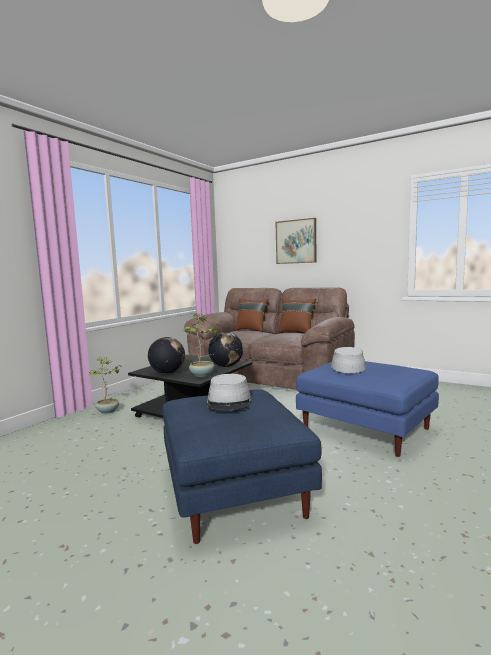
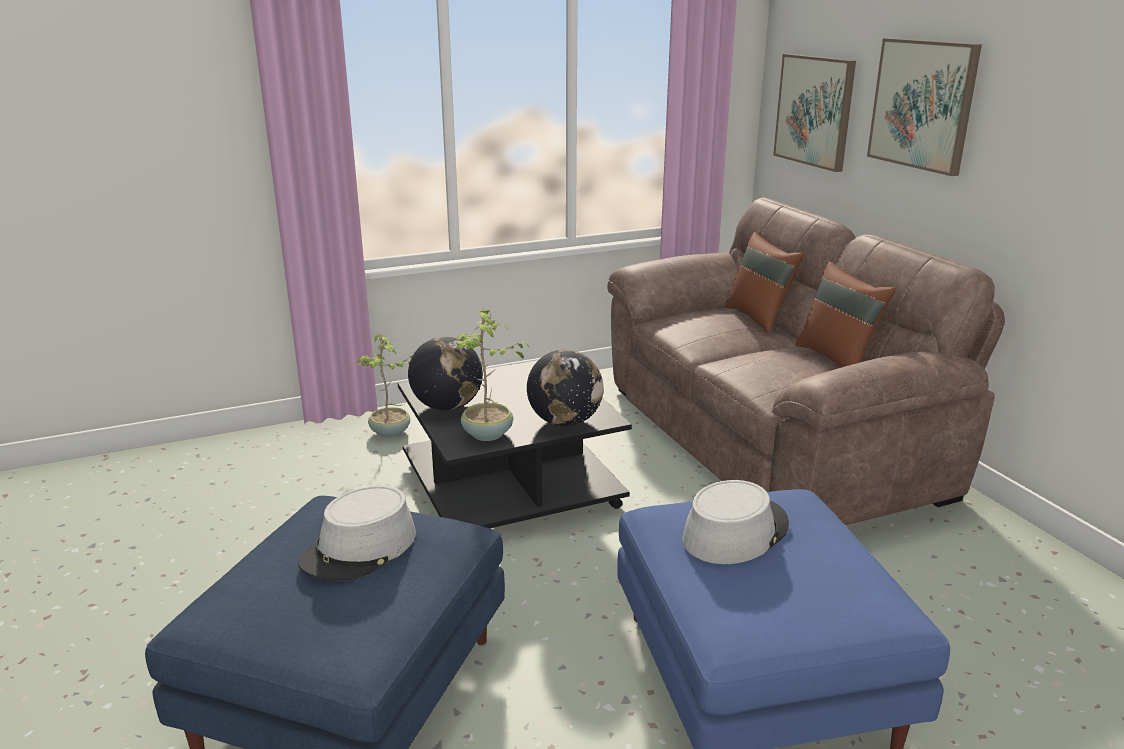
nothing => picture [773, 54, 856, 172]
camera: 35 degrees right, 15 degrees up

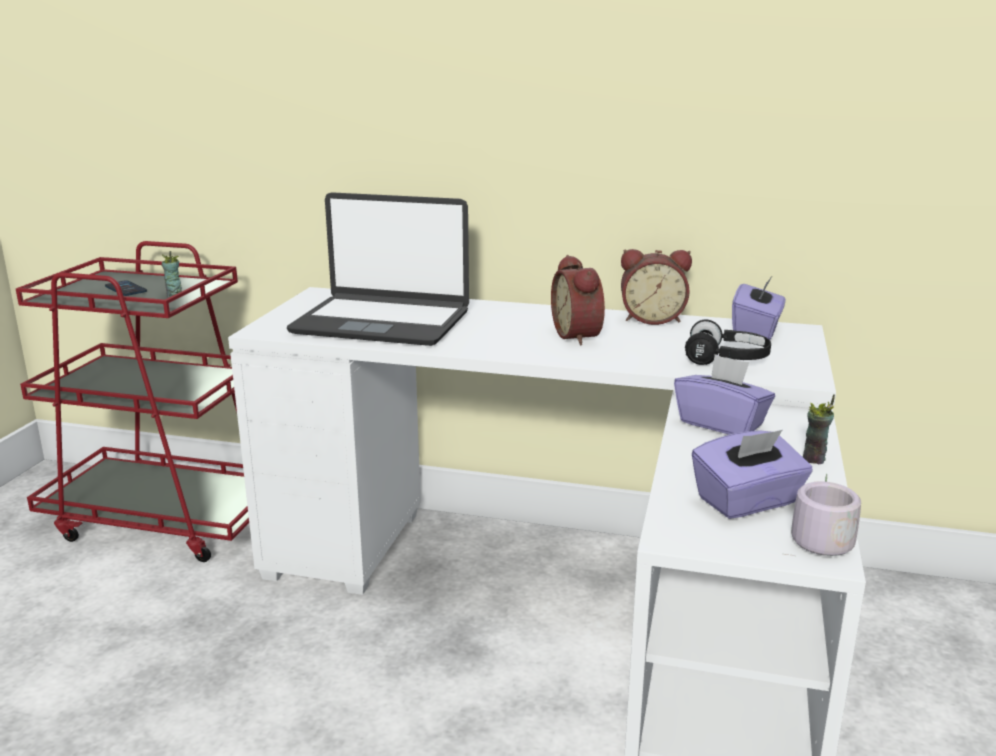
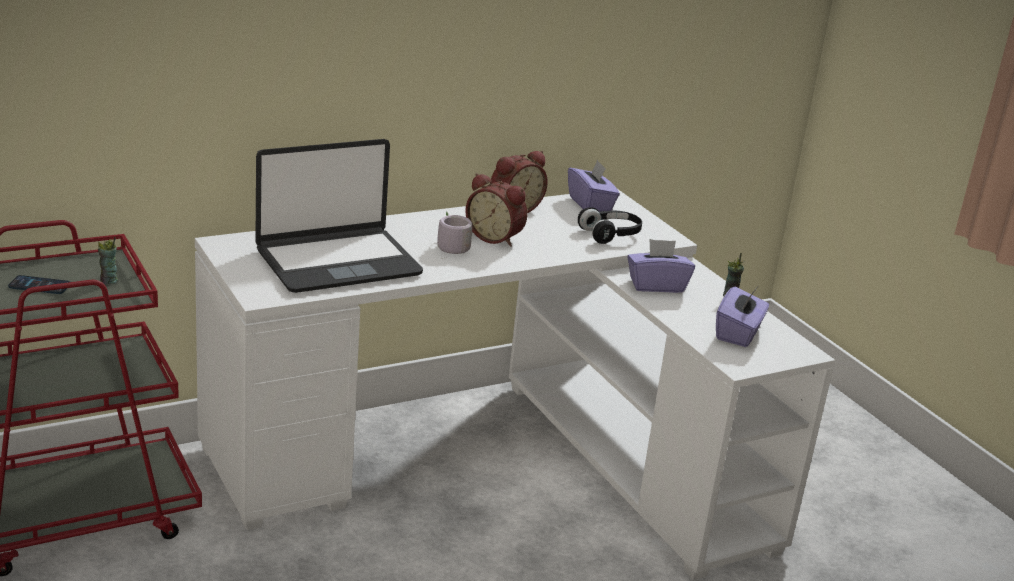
mug (grey) [782, 474, 861, 556] => mug (grey) [437, 211, 472, 258], relocated
camera: 45 degrees left, 5 degrees up

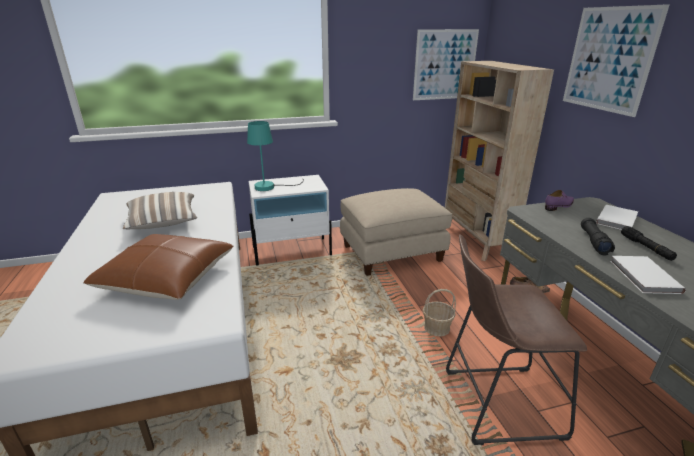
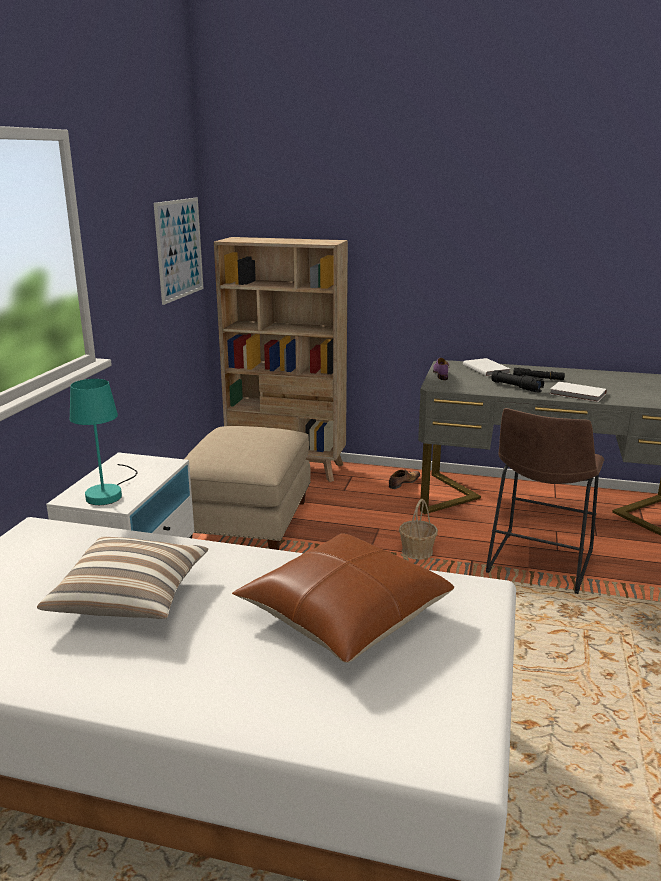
picture [563, 4, 670, 117] => nothing
camera: 60 degrees left, 5 degrees down

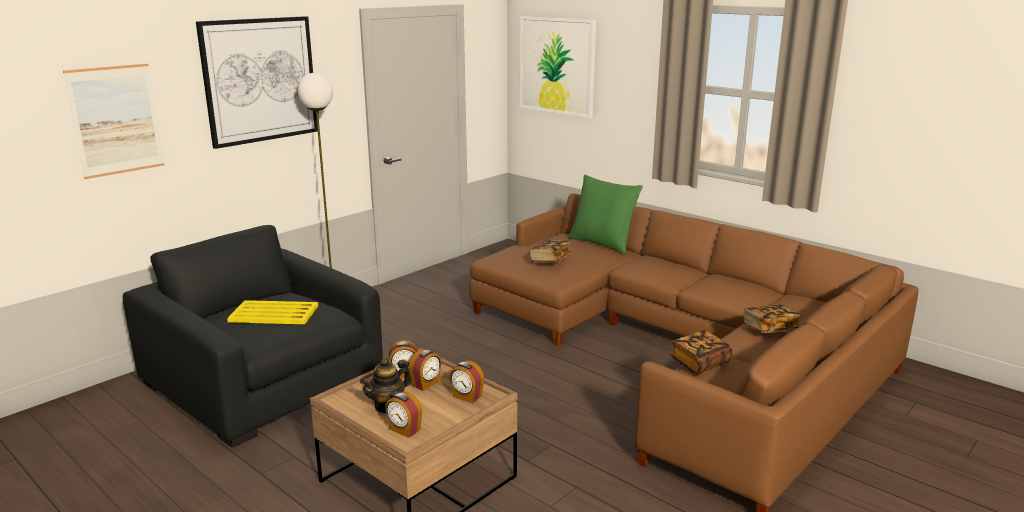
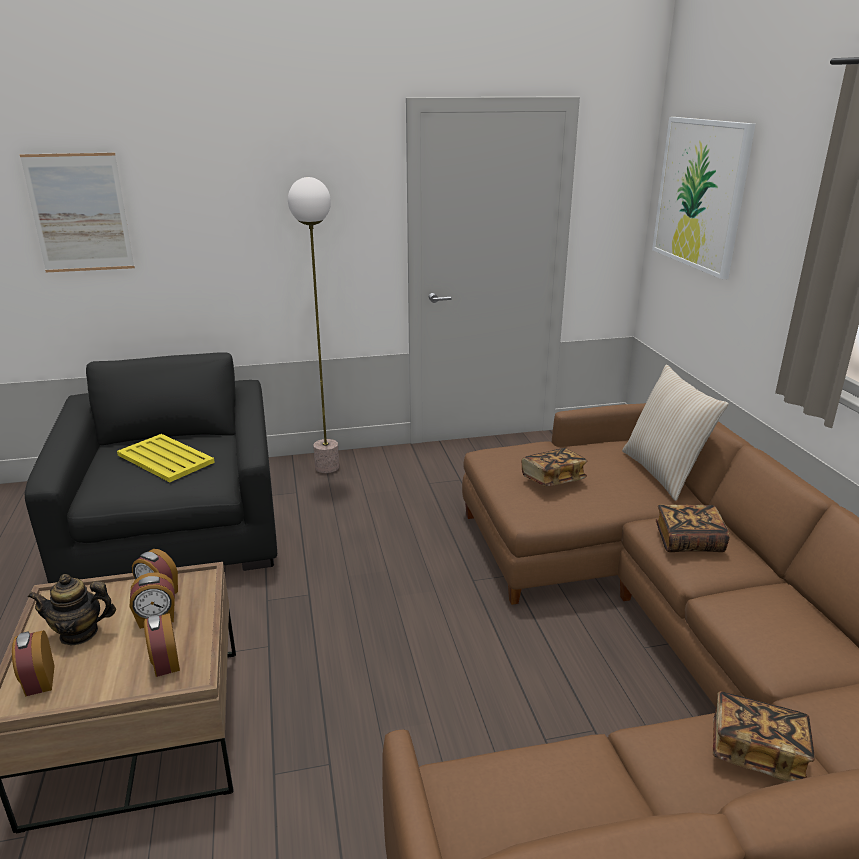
picture [196, 16, 318, 149] => nothing
book [670, 330, 732, 375] => book [656, 505, 730, 552], relocated
pillow (green) [568, 175, 643, 254] => pillow (beige) [622, 365, 729, 501]
camera: 35 degrees right, 5 degrees up

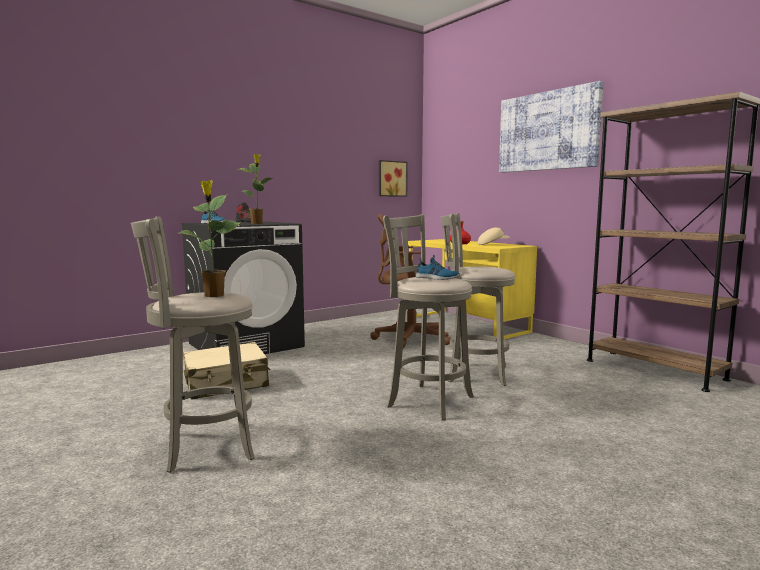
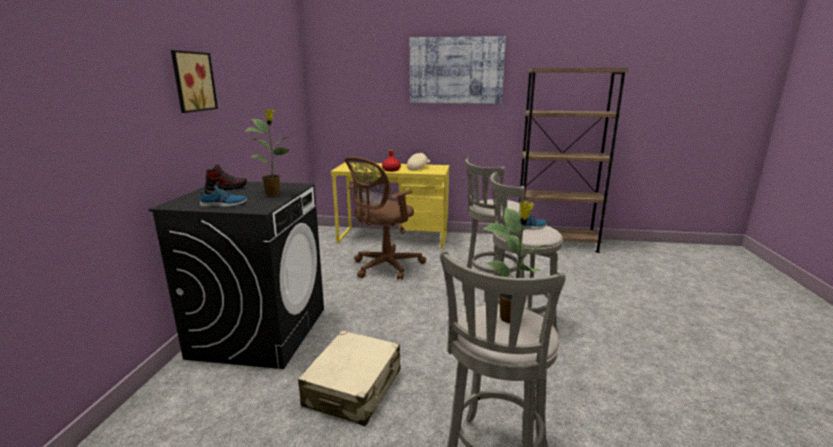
picture [379, 160, 408, 197] => picture [171, 50, 218, 113], relocated
camera: 45 degrees left, 10 degrees up

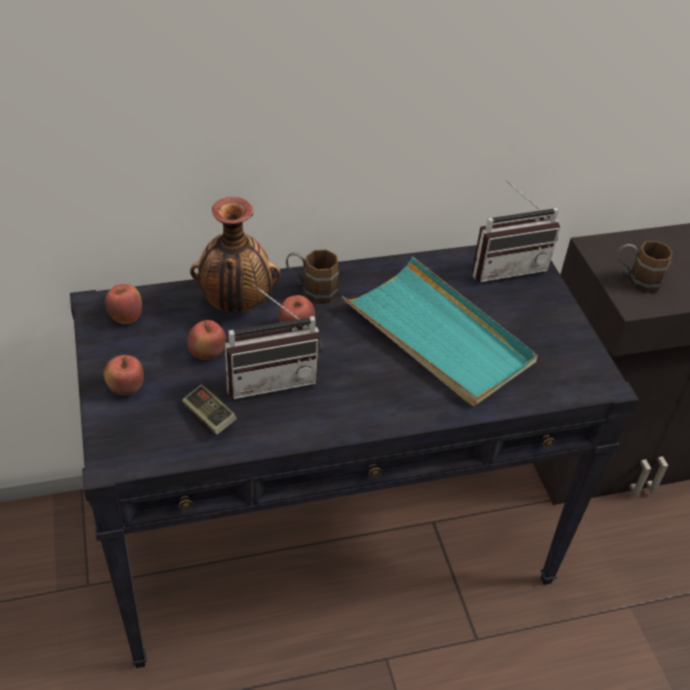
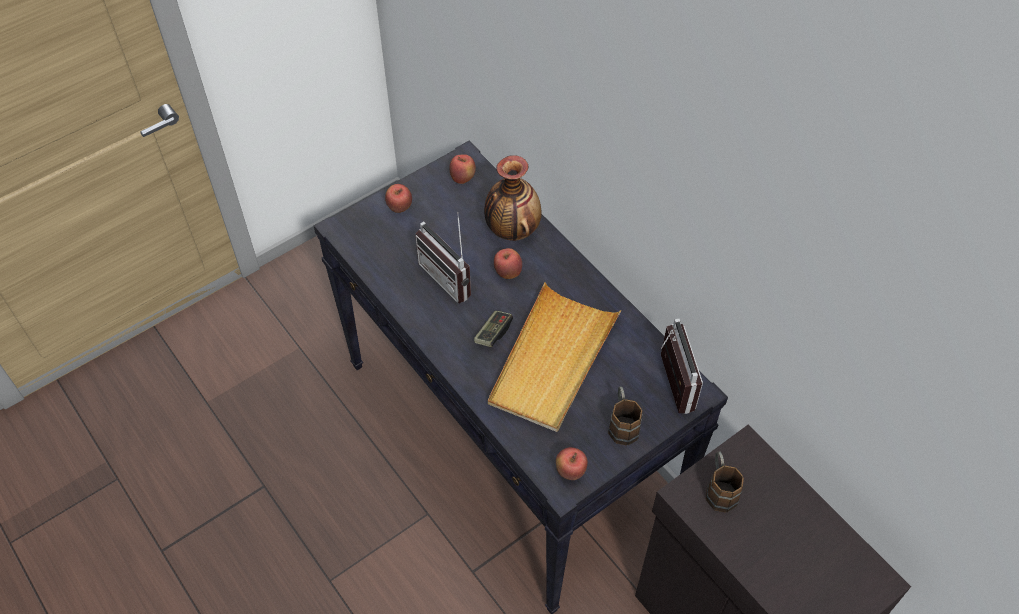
game controller [182, 384, 237, 435] => game controller [474, 311, 513, 347], relocated
apple [187, 320, 226, 360] => apple [556, 447, 588, 480], relocated
mug (brown) [286, 250, 339, 304] => mug (brown) [608, 386, 642, 446], relocated
tray (turquoise) [342, 256, 538, 406] => tray (beige) [488, 282, 621, 432]
radio [472, 180, 560, 282] => radio [661, 319, 703, 414], 150 degrees counterclockwise
camera: 70 degrees right, 10 degrees up

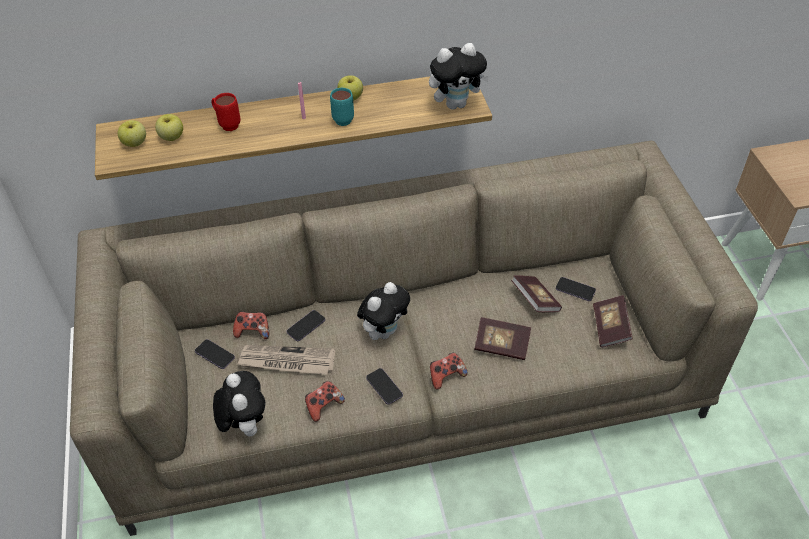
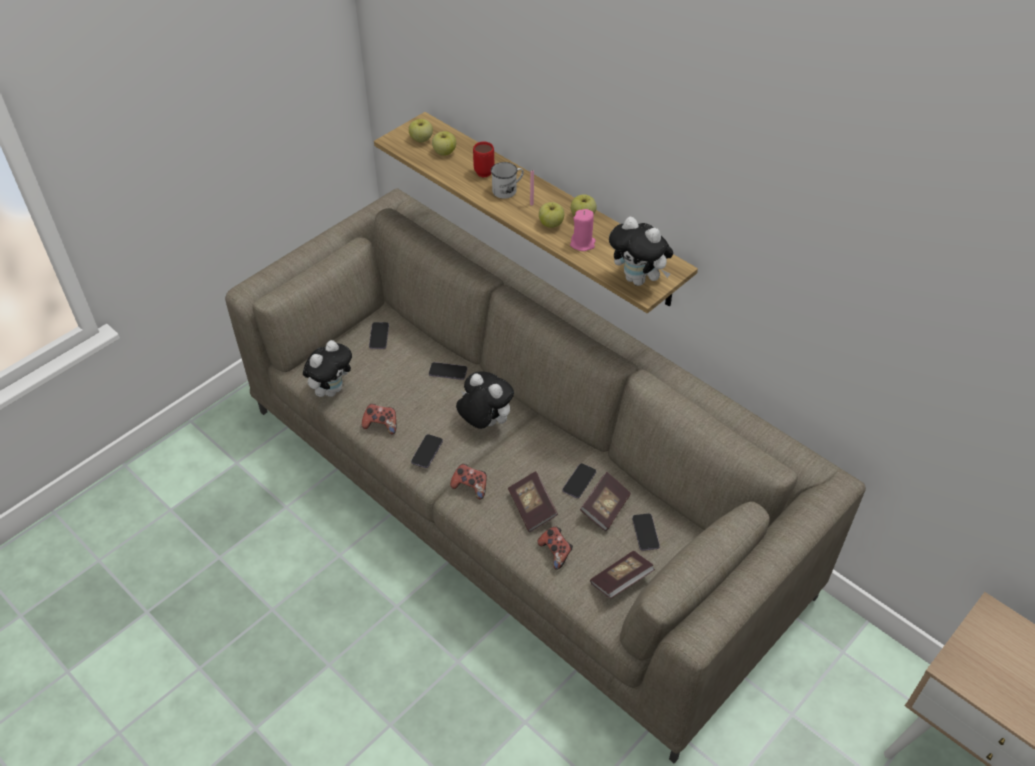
newspaper [237, 345, 335, 375] => nothing
nothing => mug (white) [491, 162, 524, 199]
nothing => phone [562, 463, 596, 498]
nothing => candle (pink) [570, 209, 596, 251]
game controller [233, 311, 269, 339] => game controller [537, 527, 573, 570], relocated
mug (turquoise) [330, 88, 354, 126] => apple [539, 202, 564, 228]
plush toy [357, 282, 410, 340] => plush toy [456, 371, 514, 429], 150 degrees counterclockwise
camera: 55 degrees right, 0 degrees up

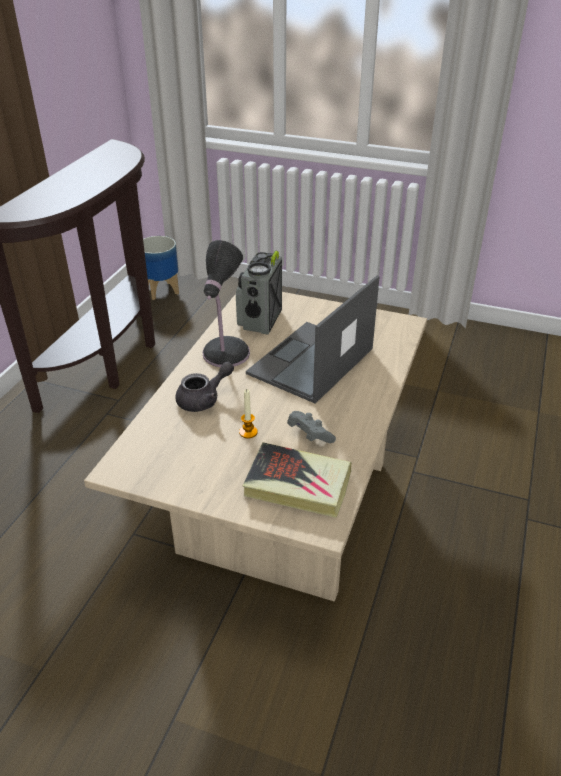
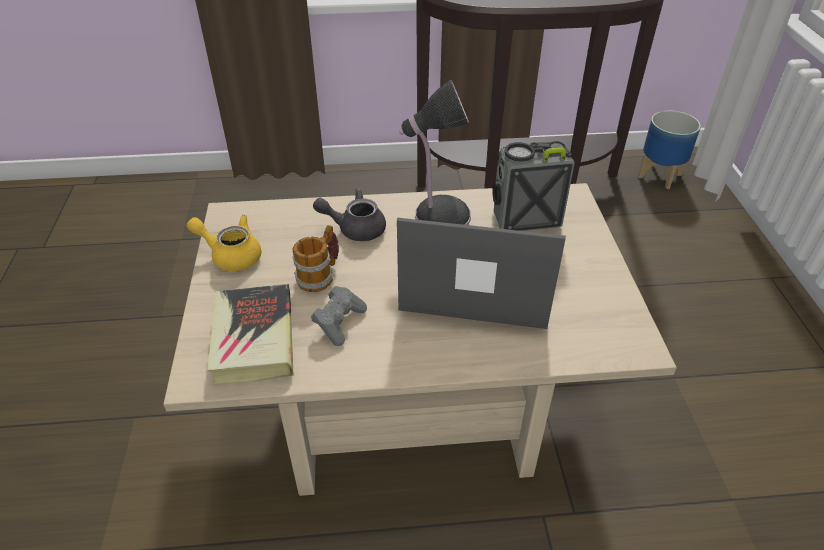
nothing => teapot (yellow) [187, 215, 261, 271]
candle [239, 389, 258, 439] => mug [293, 225, 339, 292]
teapot (grey) [175, 362, 234, 412] => teapot (grey) [313, 188, 386, 241], 150 degrees clockwise
camera: 65 degrees right, 5 degrees up

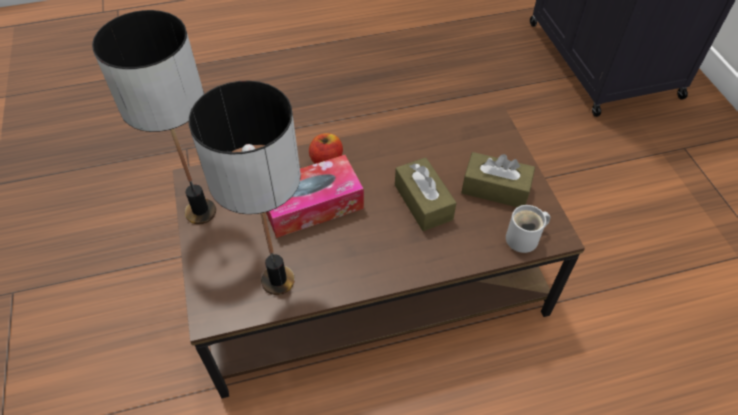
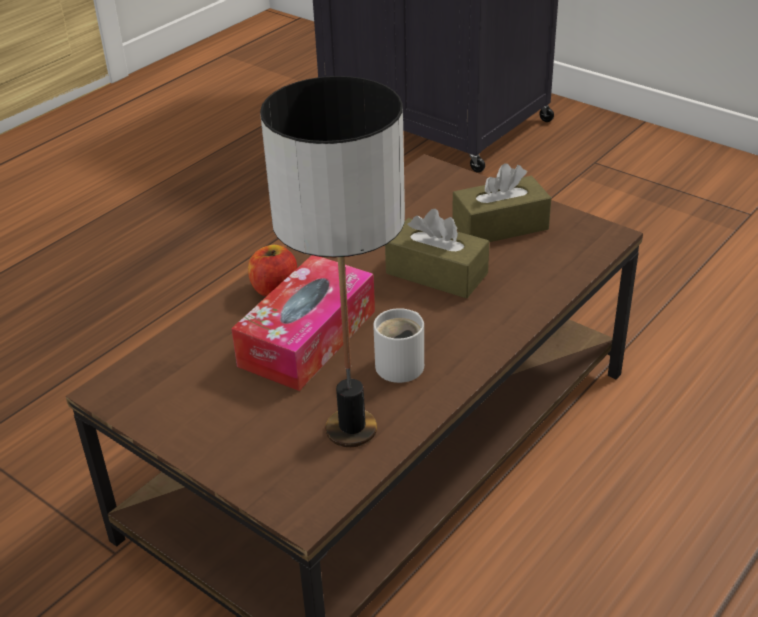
table lamp [92, 10, 216, 224] => nothing
mug (white) [506, 205, 550, 253] => mug (white) [373, 308, 424, 383], relocated
camera: 35 degrees left, 15 degrees down

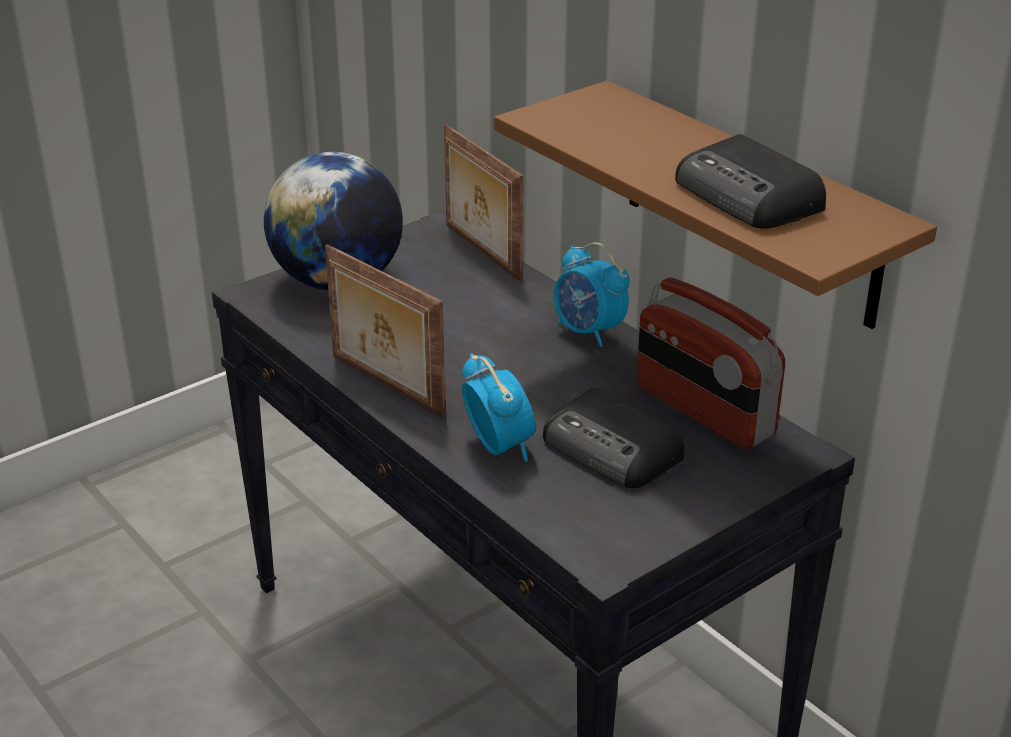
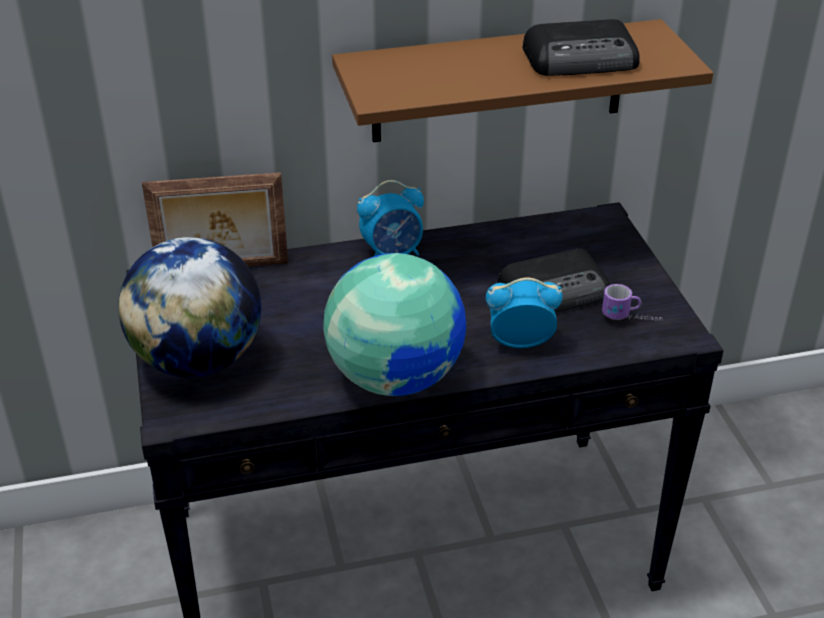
radio [637, 277, 785, 449] => nothing
nothing => mug [602, 284, 663, 321]
picture frame [325, 244, 446, 417] => globe [323, 253, 466, 396]
camera: 65 degrees left, 5 degrees up

